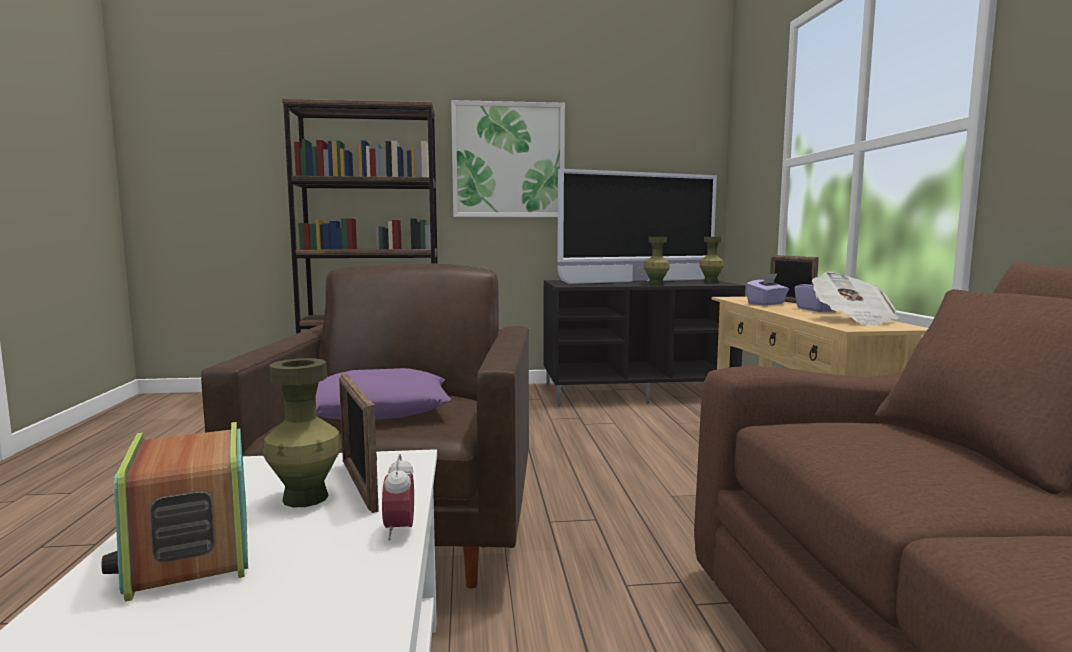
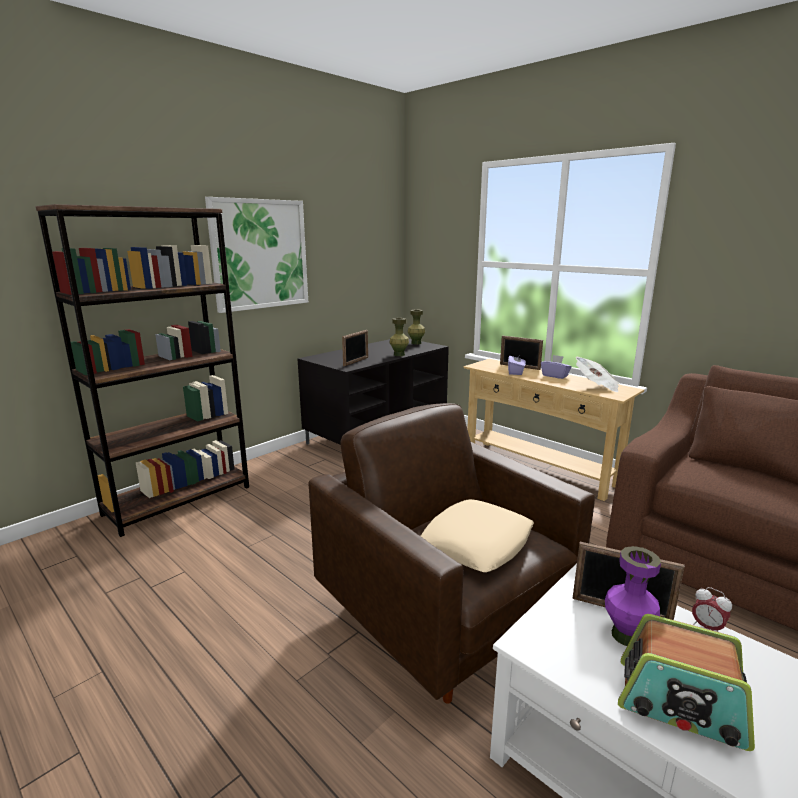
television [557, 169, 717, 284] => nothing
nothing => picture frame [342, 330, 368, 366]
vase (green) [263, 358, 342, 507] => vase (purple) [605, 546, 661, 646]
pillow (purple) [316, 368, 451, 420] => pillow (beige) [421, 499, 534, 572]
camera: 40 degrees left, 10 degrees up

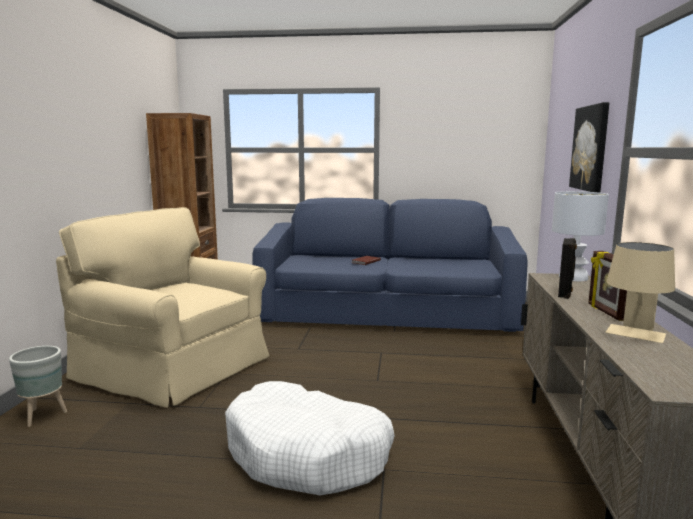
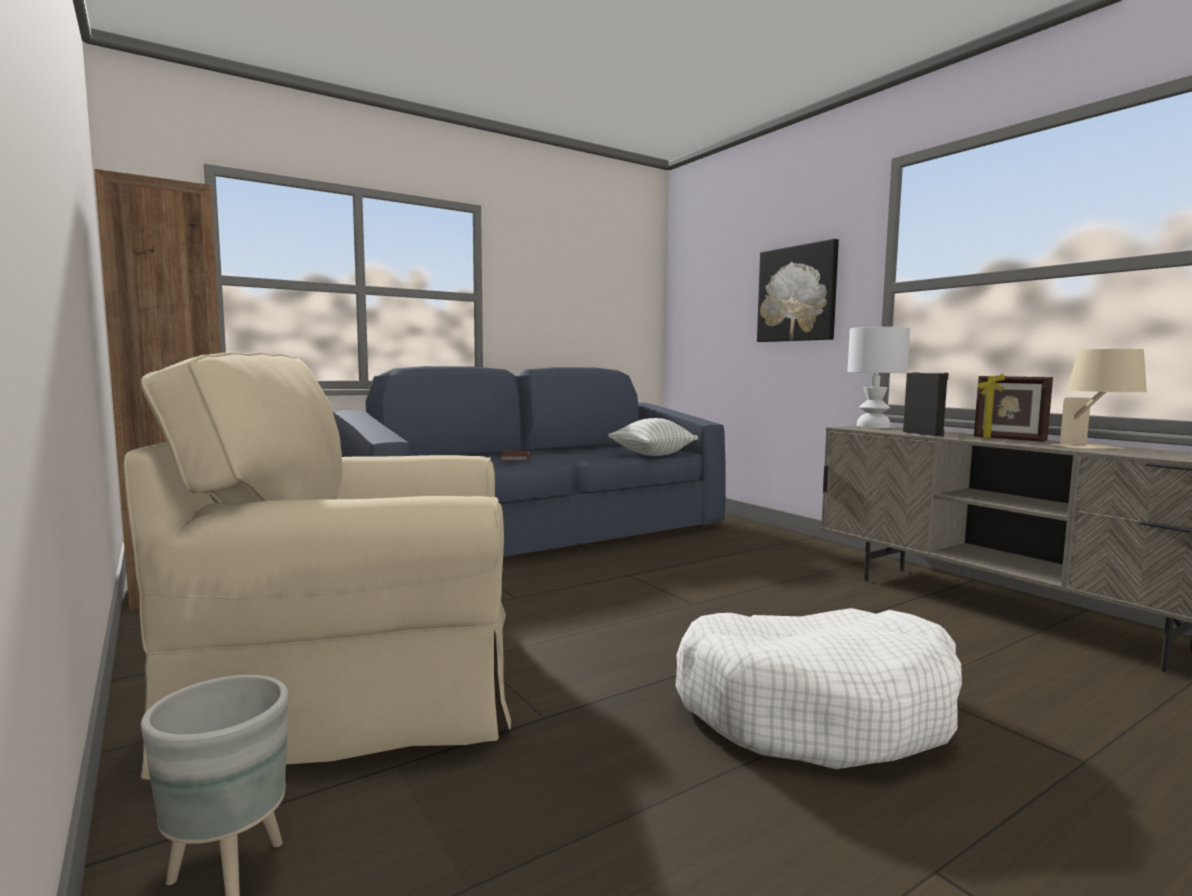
nothing => pillow [608, 418, 698, 456]
camera: 40 degrees left, 5 degrees down

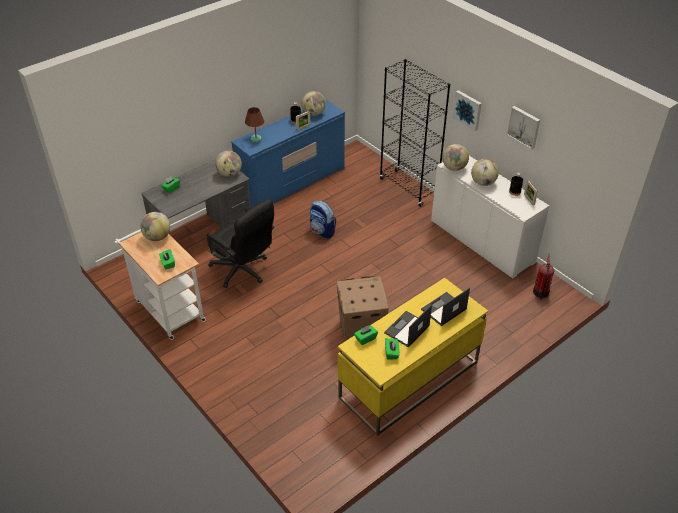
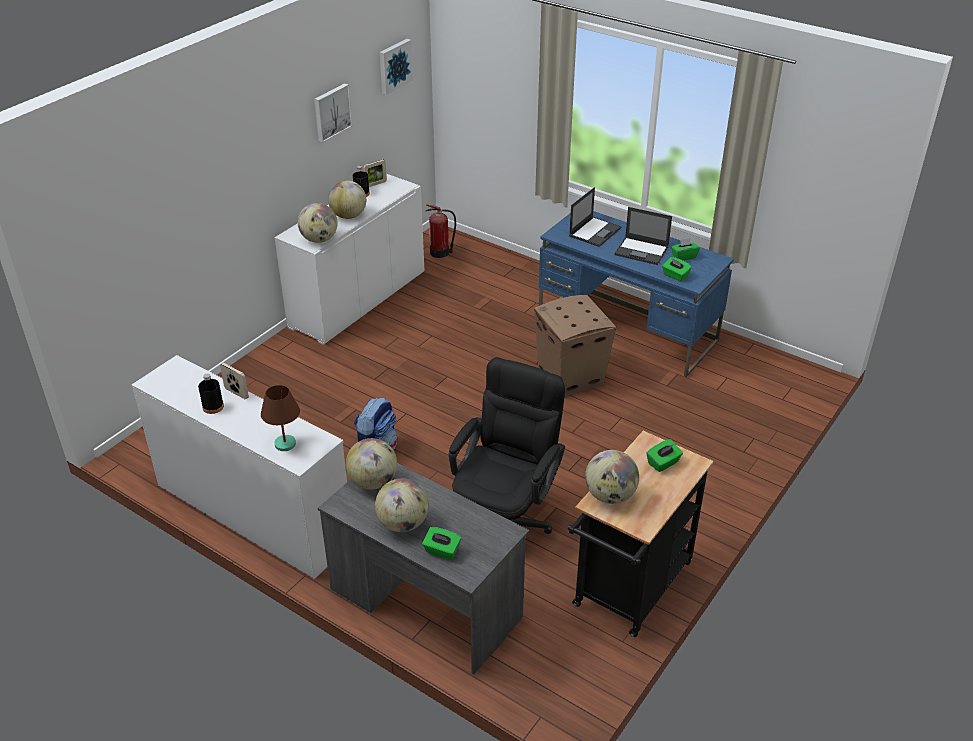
bookcase (black) [379, 59, 450, 207] => nothing
globe [301, 91, 326, 116] => globe [375, 478, 429, 532], relocated
picture [453, 90, 482, 131] => picture [380, 39, 413, 95], relocated
cart (white) [115, 229, 206, 340] => cart (black) [568, 431, 713, 637]
dresser (blue) [231, 100, 345, 208] => dresser (white) [132, 355, 347, 579]
desk (yellow) [338, 278, 488, 436] => desk (blue) [539, 211, 734, 377]
laptop [421, 288, 470, 326] => laptop [569, 187, 621, 247], 90 degrees counterclockwise
camera: 105 degrees left, 5 degrees down

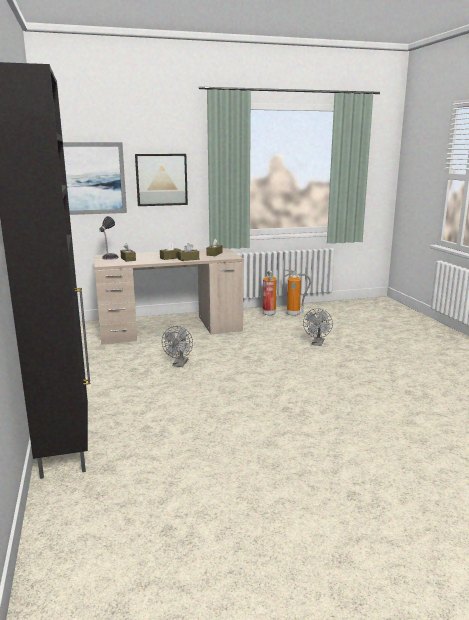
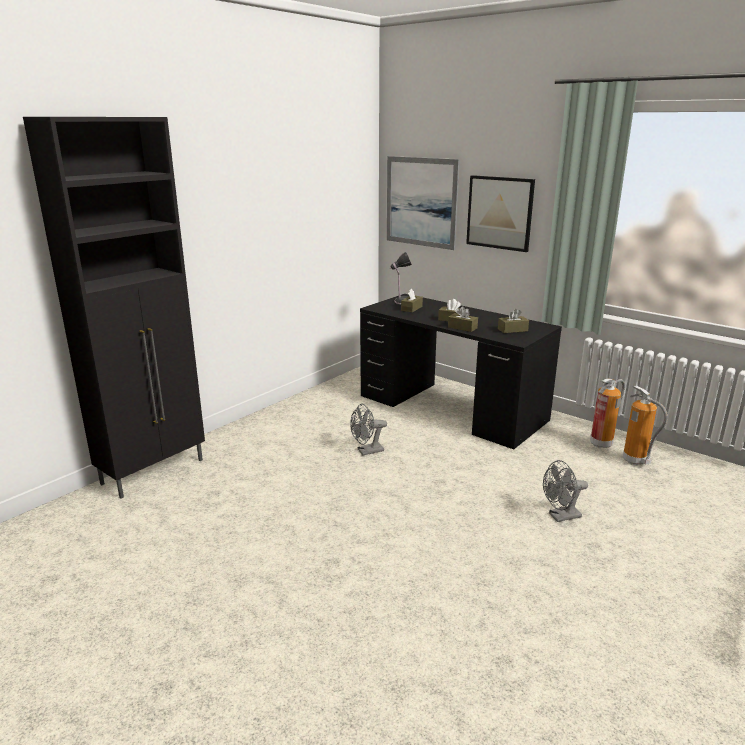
desk (beige) [94, 248, 243, 345] => desk (black) [360, 294, 562, 449]
camera: 55 degrees right, 5 degrees up

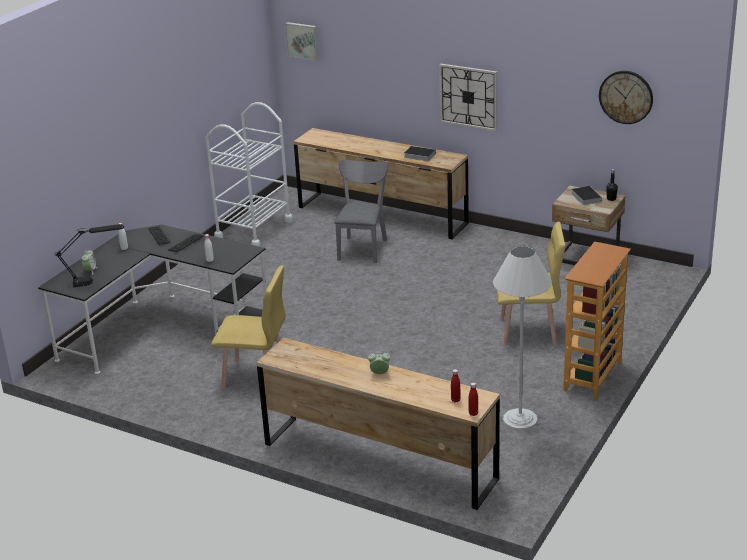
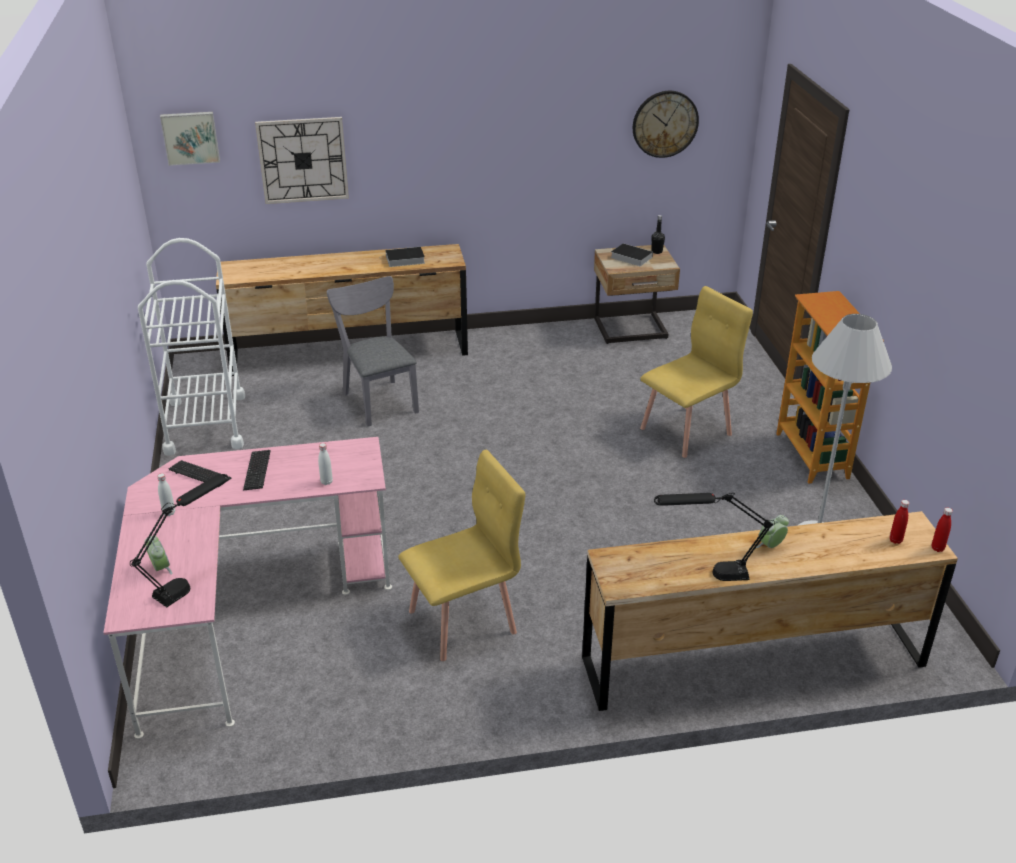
nothing => table lamp (black) [654, 493, 775, 581]
wall clock [439, 64, 497, 131] => wall clock [255, 117, 349, 204], relocated
desk (black) [38, 224, 267, 374] => desk (pink) [103, 437, 392, 739]
camera: 40 degrees left, 5 degrees up

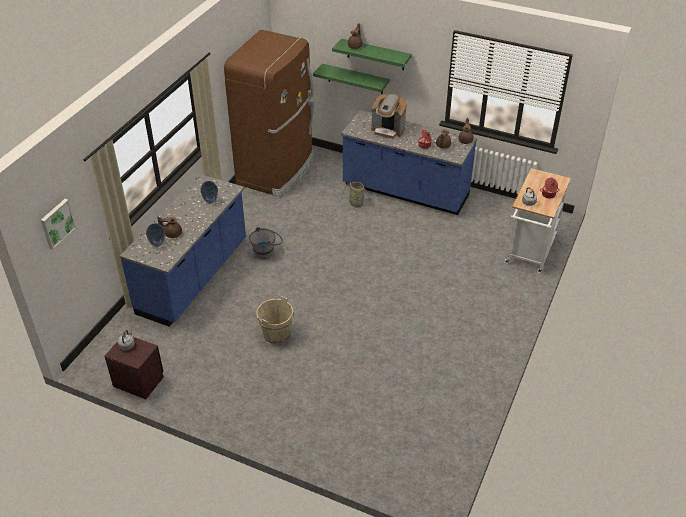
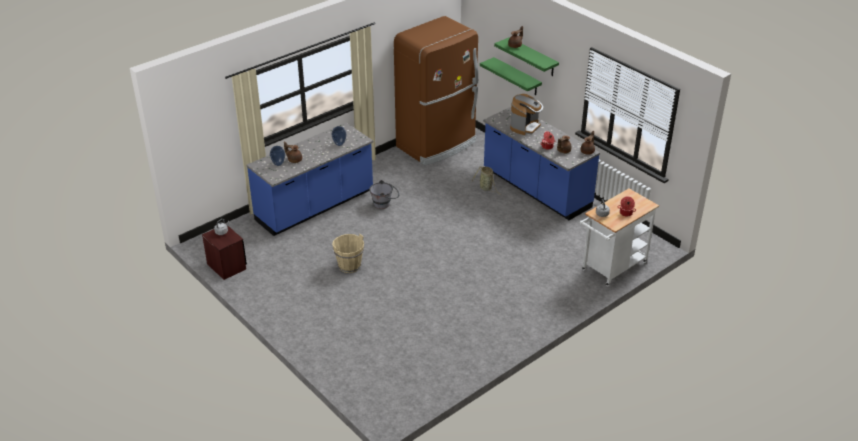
picture [41, 199, 76, 250] => nothing
coffee machine [371, 93, 407, 139] => coffee machine [510, 94, 543, 135], 105 degrees counterclockwise
camera: 25 degrees right, 5 degrees down

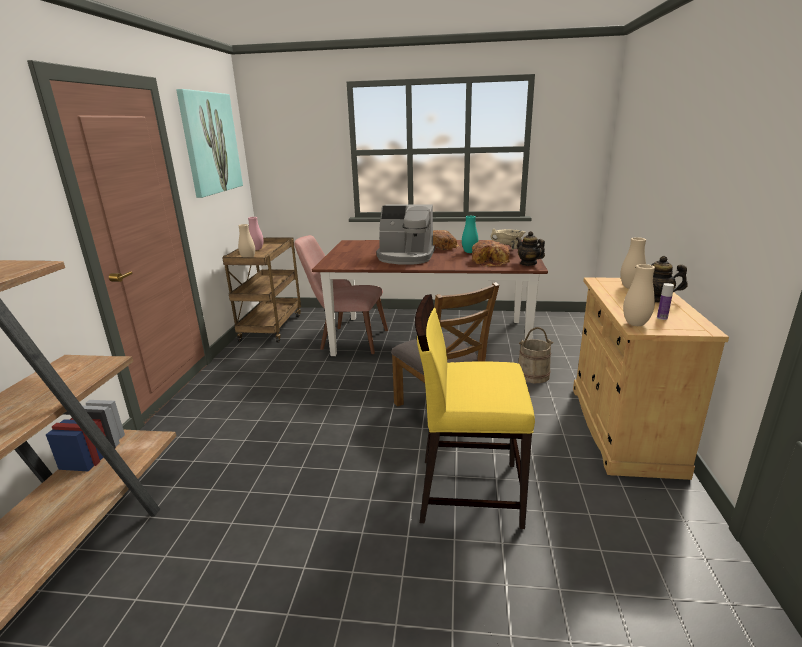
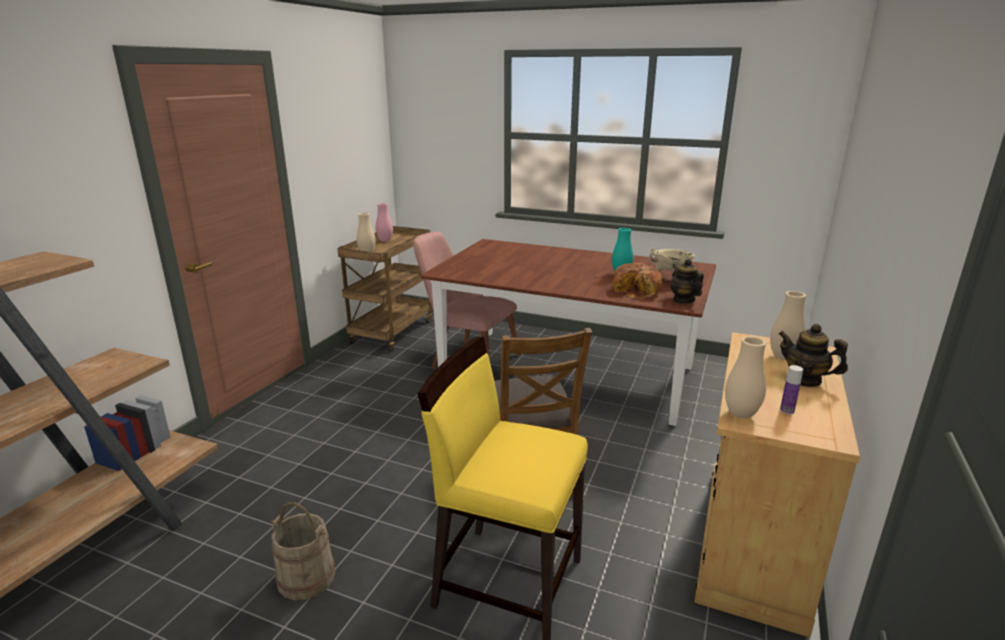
picture [176, 89, 243, 198] => nothing
coffee machine [376, 204, 435, 265] => nothing
bread [433, 230, 460, 250] => nothing
bucket (beige) [518, 327, 554, 383] => bucket (beige) [271, 502, 335, 600], relocated
camera: 15 degrees right, 0 degrees up

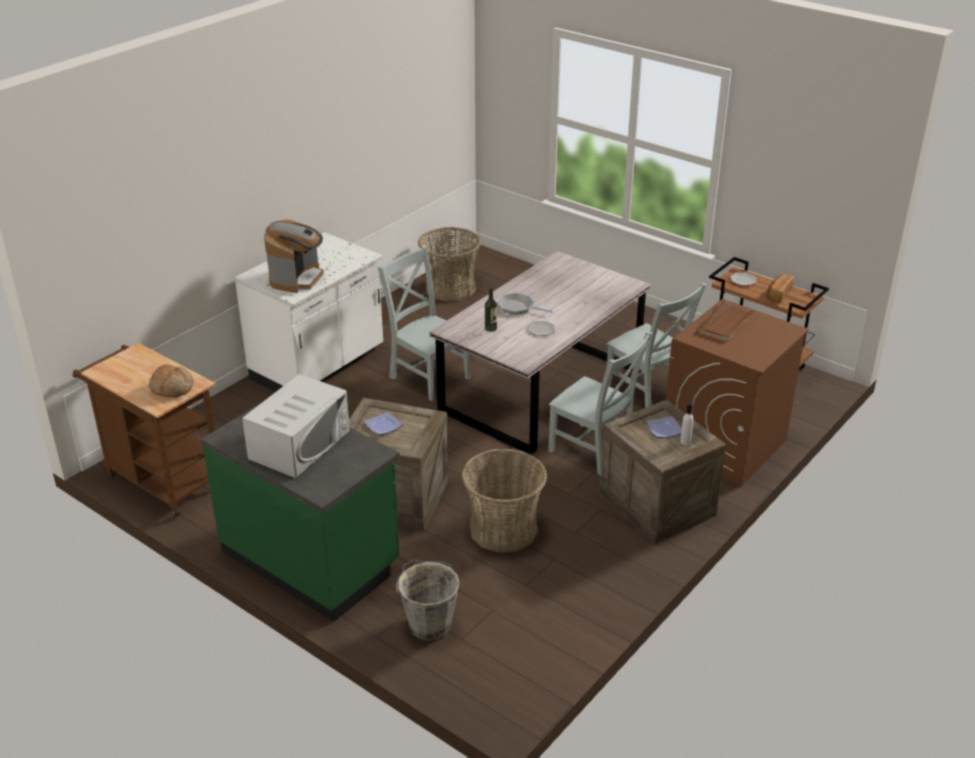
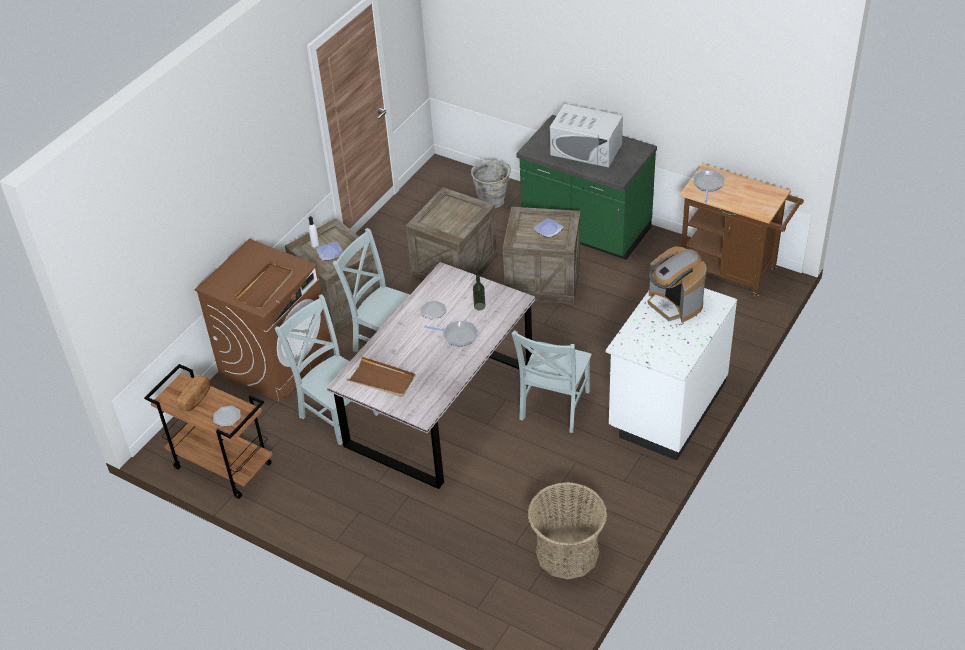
nothing => tray (brown) [347, 357, 416, 397]
bread [149, 364, 194, 397] => frying pan [693, 170, 725, 203]
basket [461, 448, 547, 553] => crate [406, 187, 497, 282]
microwave (white) [242, 374, 350, 478] => microwave (white) [550, 104, 623, 168], 90 degrees counterclockwise
coffee machine [264, 219, 324, 293] => coffee machine [648, 246, 707, 323], 45 degrees counterclockwise
chair (grey) [377, 245, 471, 401] => chair (grey) [511, 330, 592, 433], 75 degrees clockwise
camera: 175 degrees right, 10 degrees up

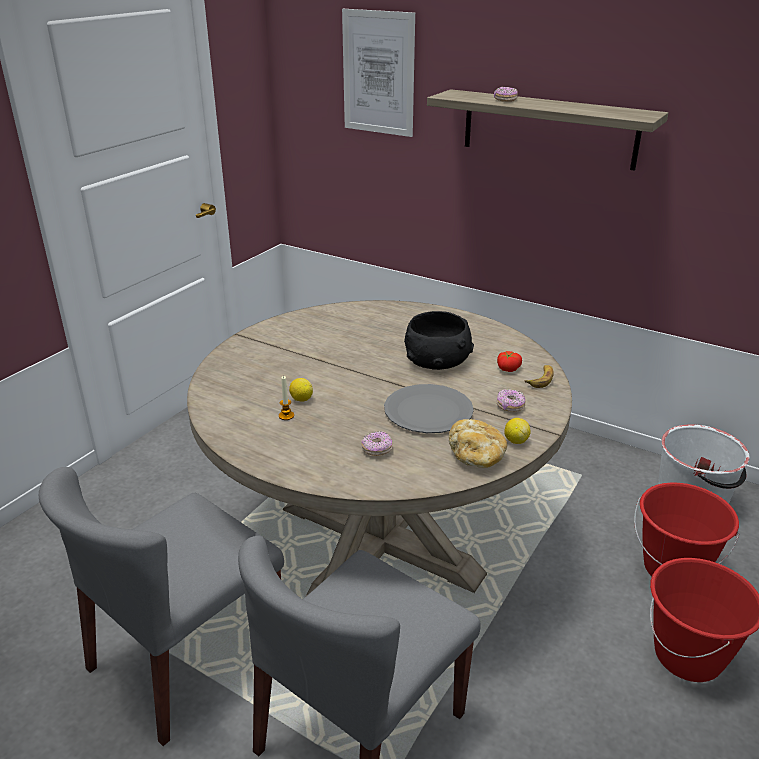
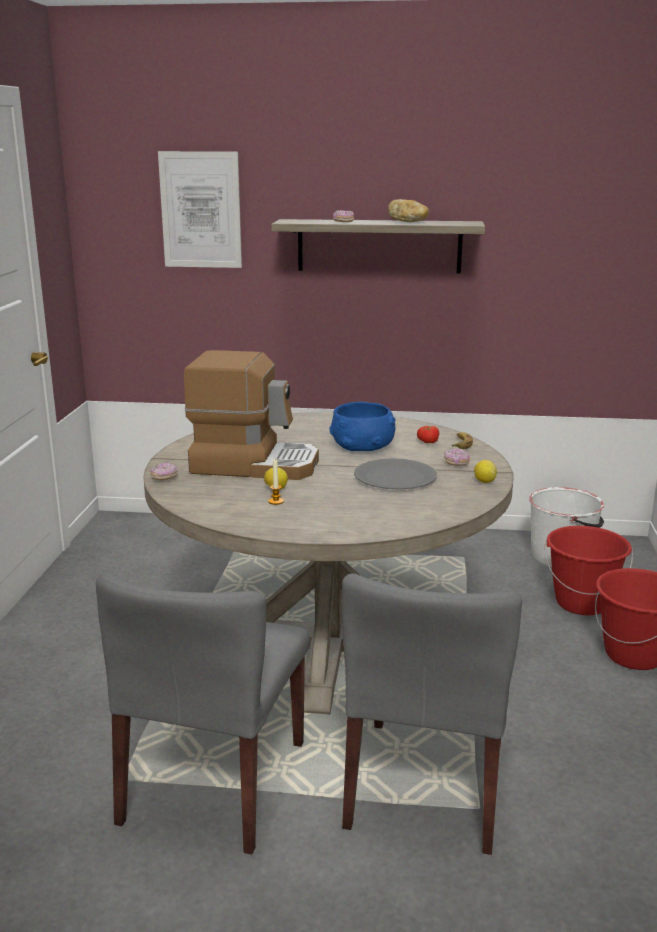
nothing => coffee machine [184, 350, 319, 480]
donut [361, 431, 393, 456] => donut [150, 462, 178, 480], relocated
bread [449, 419, 507, 468] => bread [388, 199, 429, 222], relocated
bowl (black) [404, 311, 474, 370] => bowl (blue) [330, 402, 395, 451]
camera: 25 degrees left, 10 degrees down

